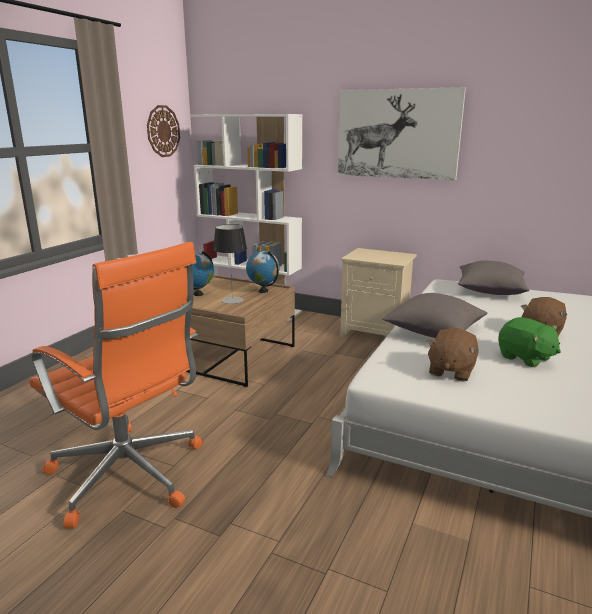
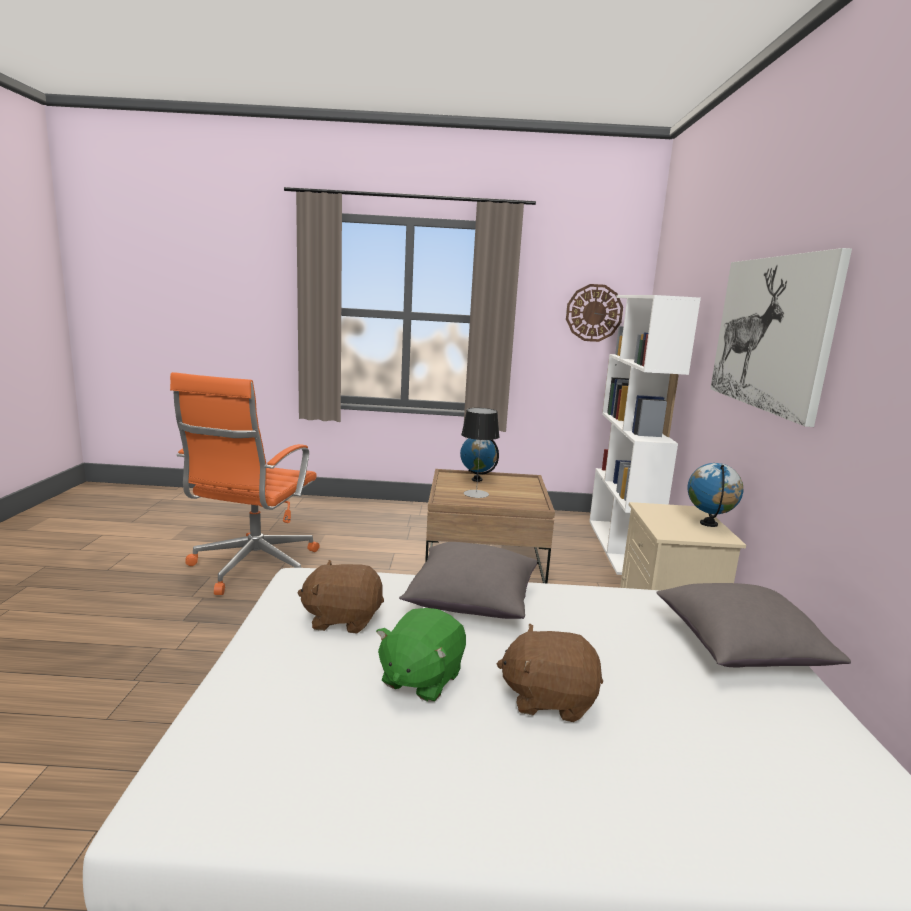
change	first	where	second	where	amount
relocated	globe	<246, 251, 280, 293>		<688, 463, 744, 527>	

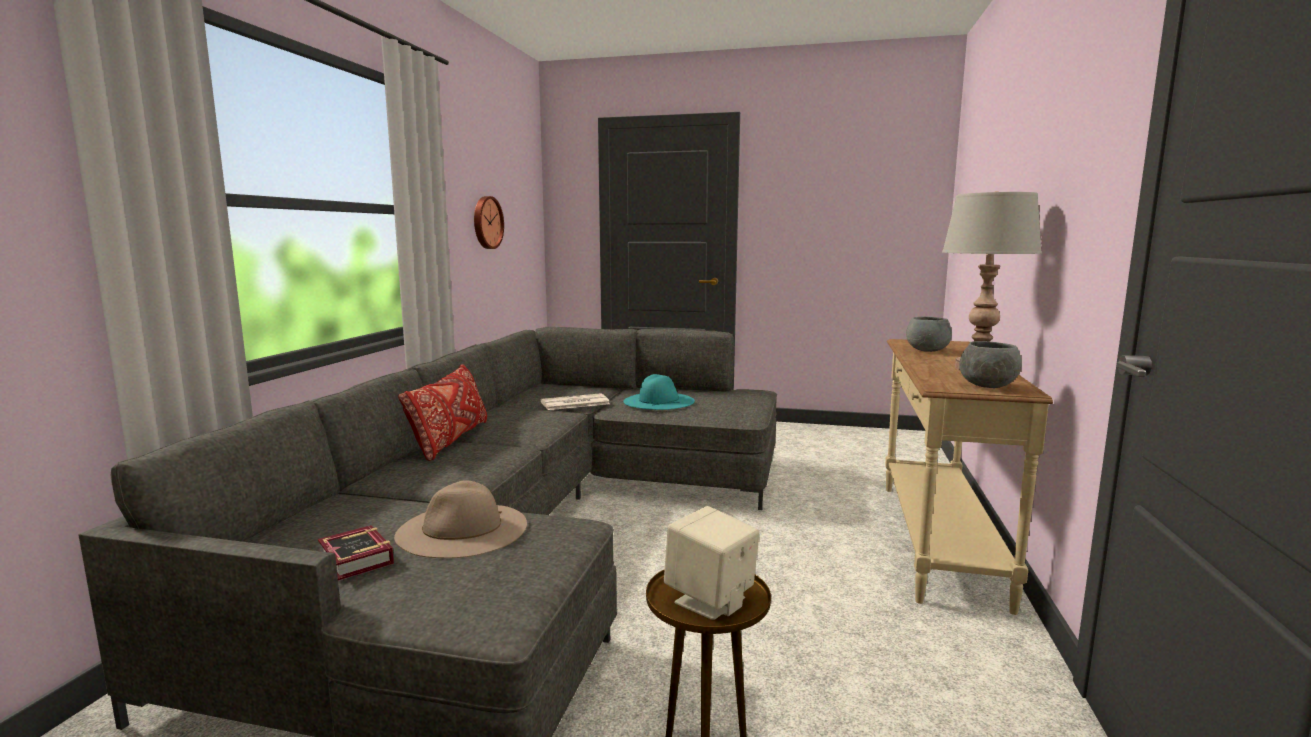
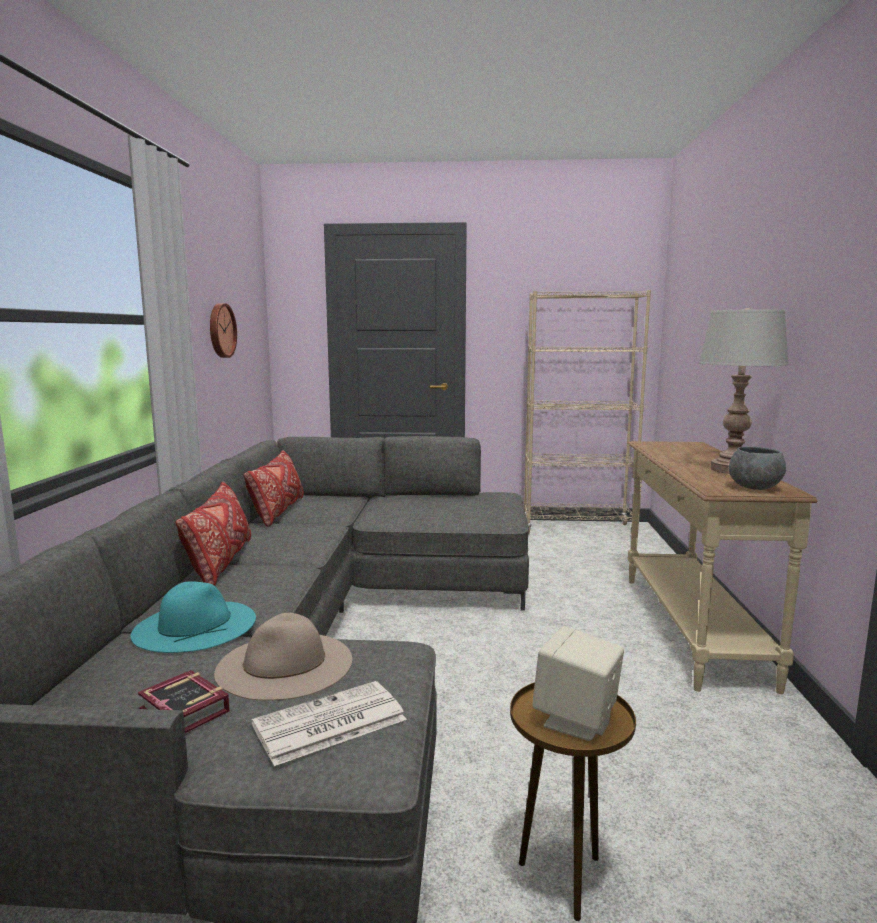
change	first	where	second	where	amount
relocated	newspaper	<541, 393, 610, 410>		<251, 681, 407, 766>	
relocated	turquoise hat	<623, 374, 695, 410>		<131, 581, 256, 653>	
missing	grey bowl	<906, 317, 952, 352>			
appeared			red pillow	<244, 450, 304, 527>	
appeared			beige bookcase	<524, 290, 651, 534>	

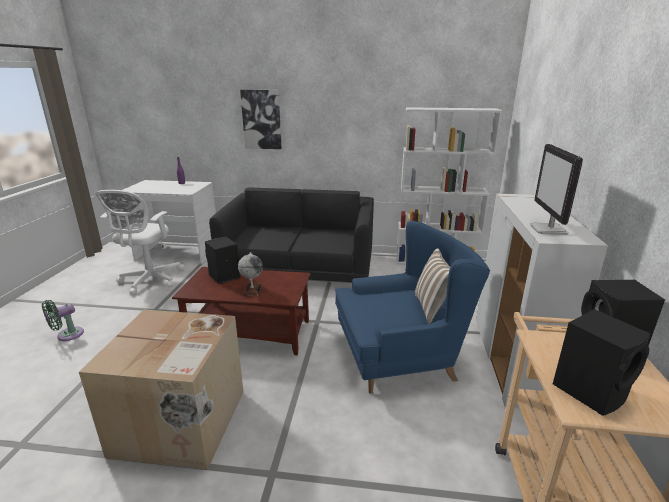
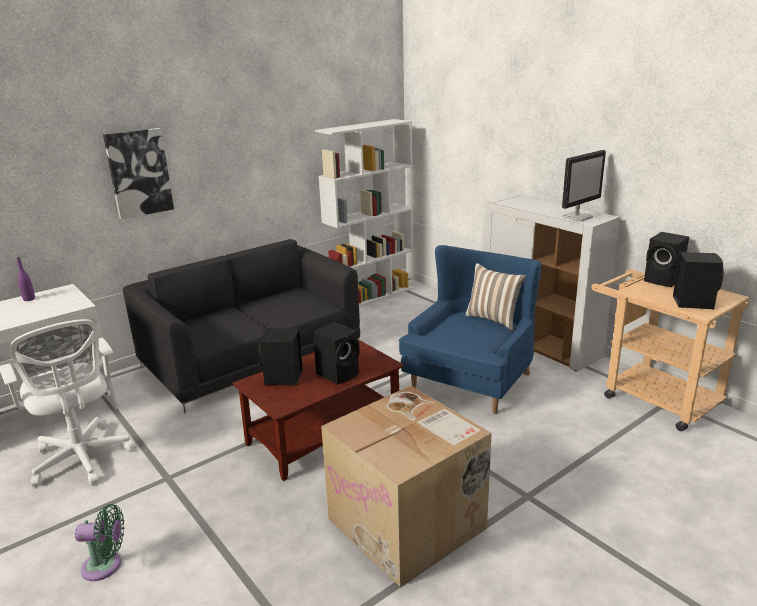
change	first	where	second	where	amount
spun	green fan	<42, 300, 84, 341>		<75, 504, 124, 581>	90 degrees counterclockwise
exchanged	globe	<238, 252, 263, 296>	black speaker	<313, 322, 360, 385>	
spun	monitor	<530, 144, 583, 235>		<562, 150, 606, 221>	90 degrees counterclockwise

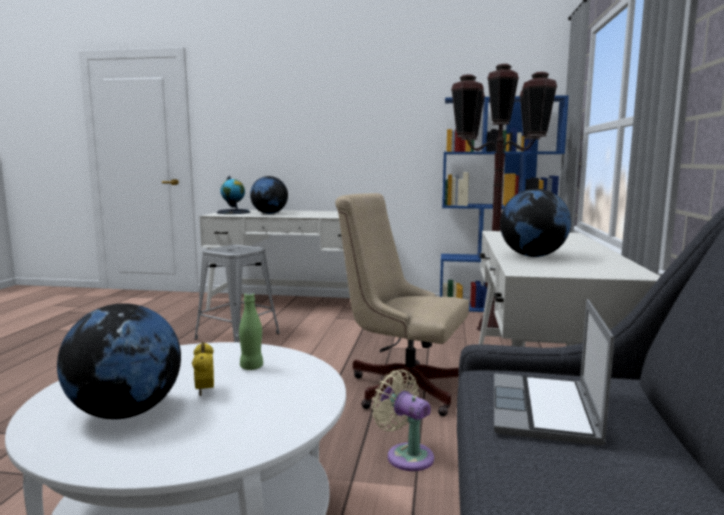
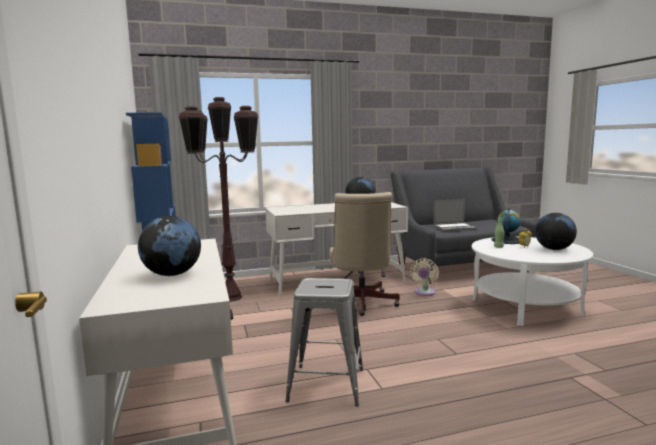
change	first	where	second	where	amount
relocated	globe	<217, 176, 251, 214>		<491, 208, 521, 244>	

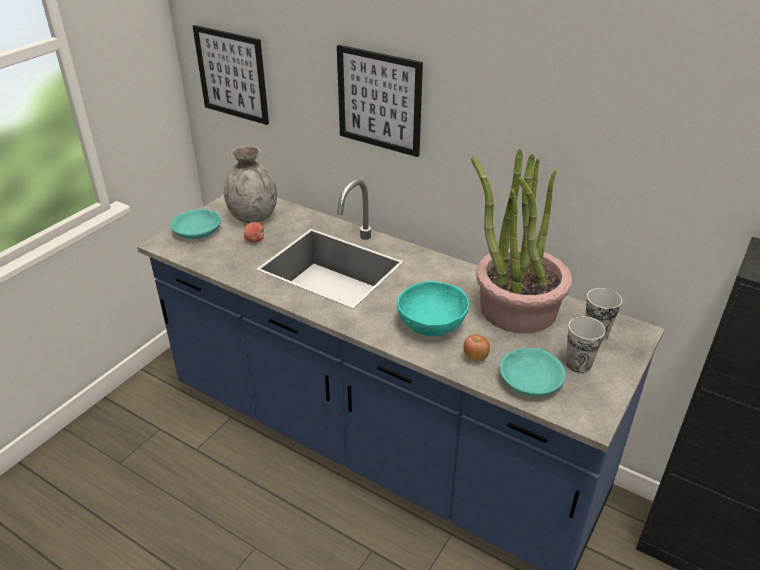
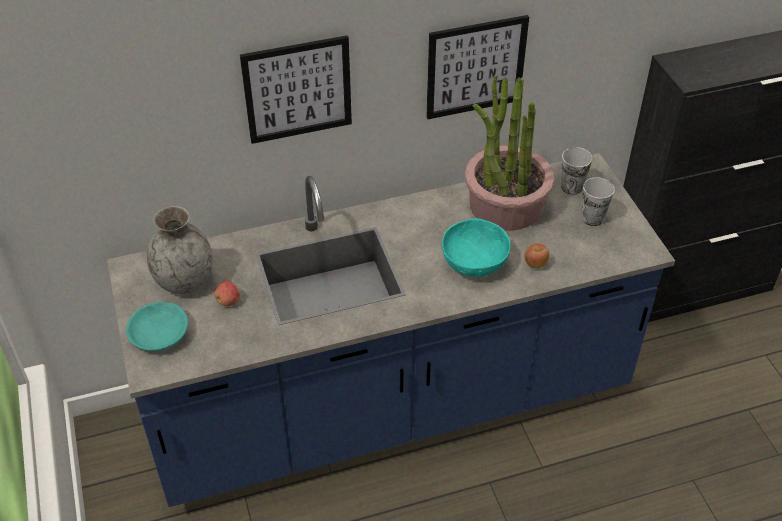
change	first	where	second	where	amount
relocated	picture	<193, 25, 269, 125>		<426, 15, 529, 119>	
missing	turquoise bowl	<500, 348, 566, 397>			

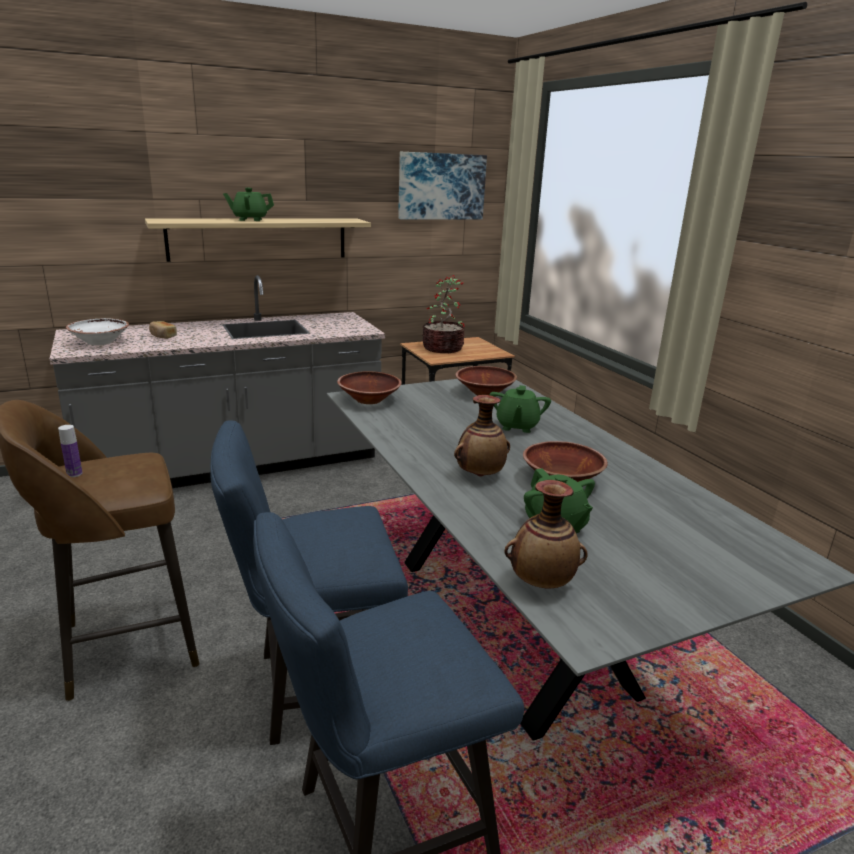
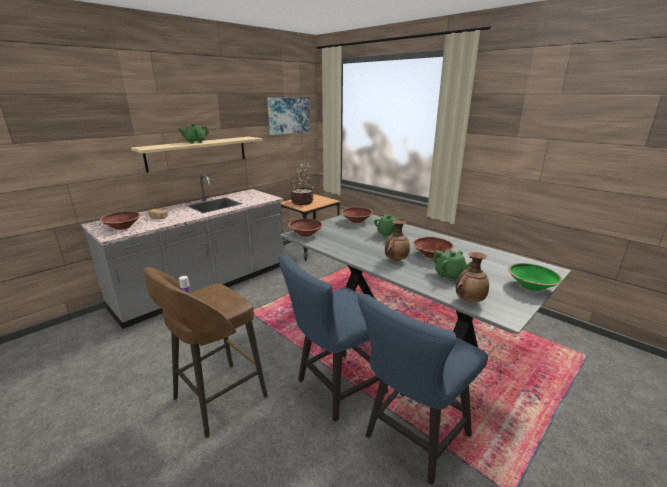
change	first	where	second	where	amount
colour	white bowl	<66, 318, 129, 345>	brown bowl	<100, 211, 141, 230>	
appeared			green bowl	<509, 263, 562, 291>	

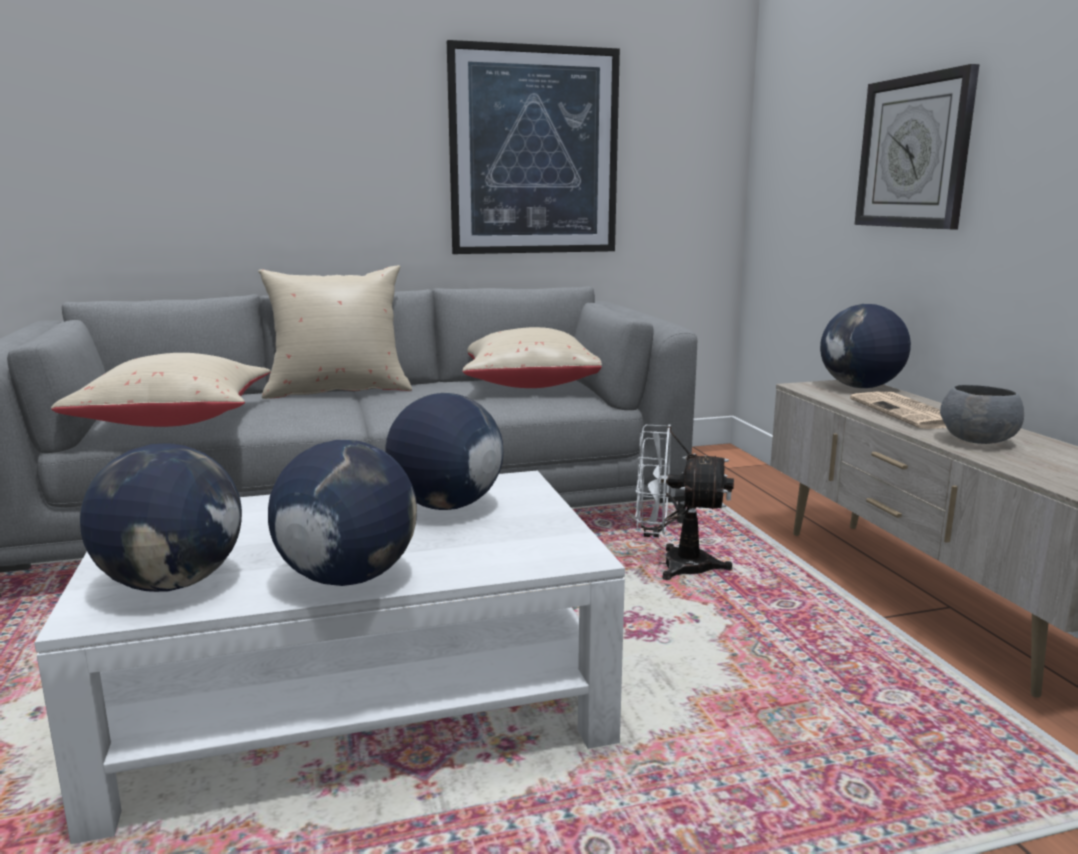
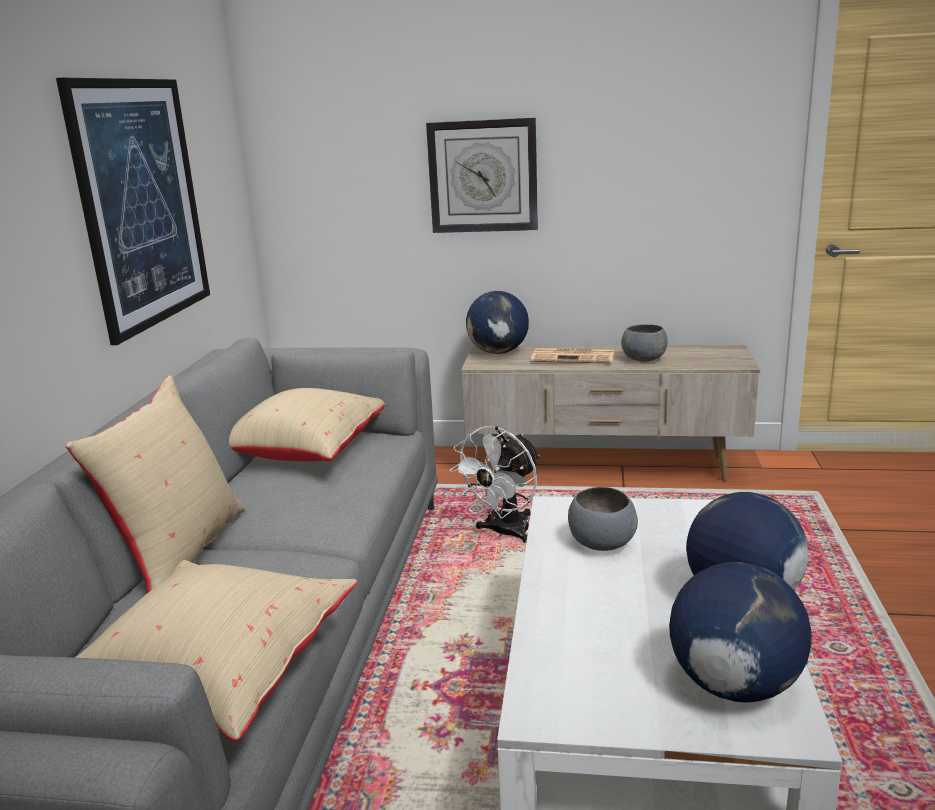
change	first	where	second	where	amount
exchanged	globe	<385, 393, 503, 510>	grey bowl	<568, 487, 638, 551>	

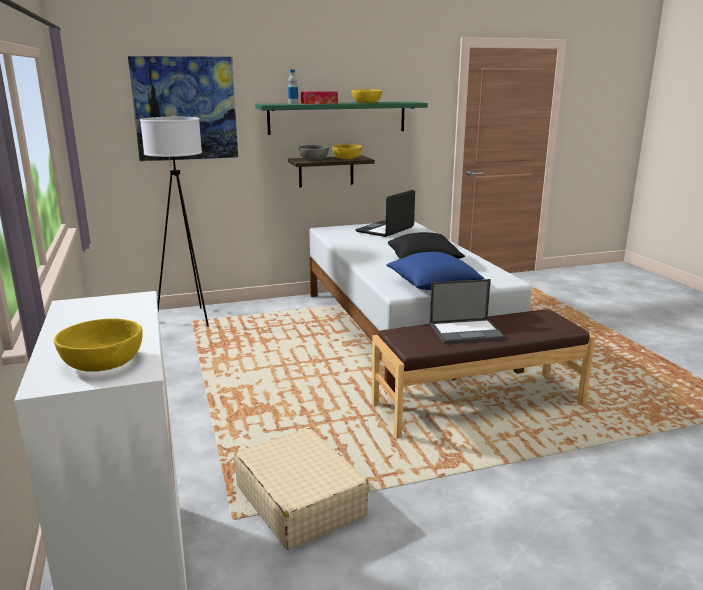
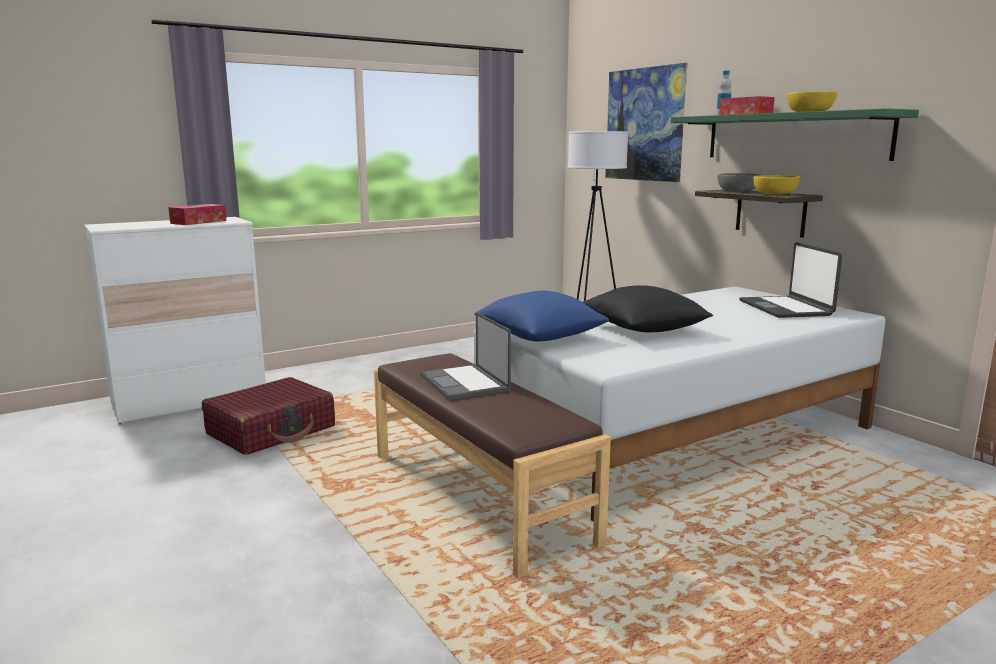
change	first	where	second	where	amount
missing	yellow bowl	<54, 318, 143, 372>			
colour	beige suitcase	<234, 428, 370, 550>	red suitcase	<202, 377, 335, 455>	
spun	laptop	<356, 190, 415, 237>		<739, 242, 842, 318>	120 degrees counterclockwise
appeared			tissue box	<168, 204, 227, 225>	

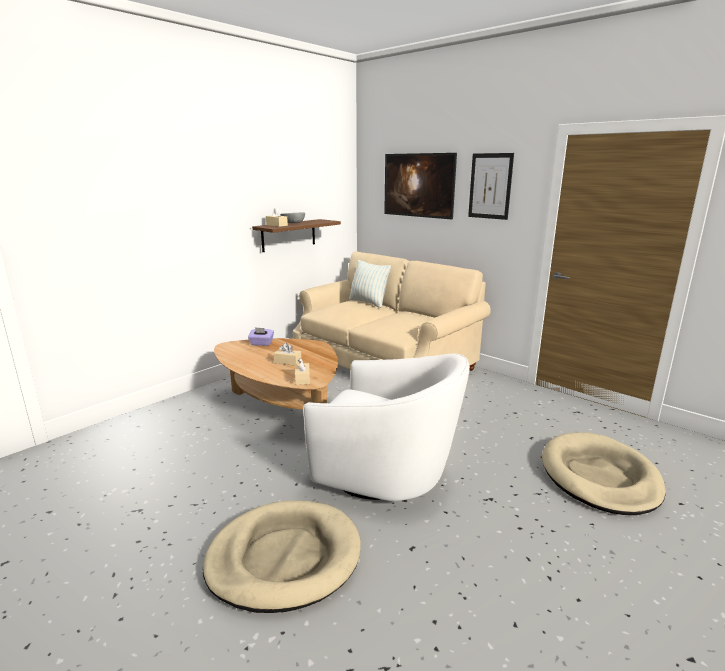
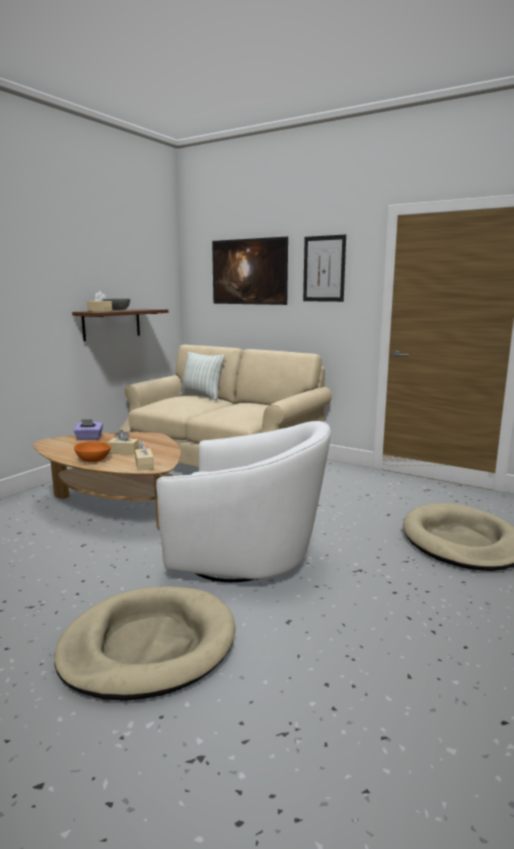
change	first	where	second	where	amount
appeared			orange bowl	<74, 442, 111, 462>	

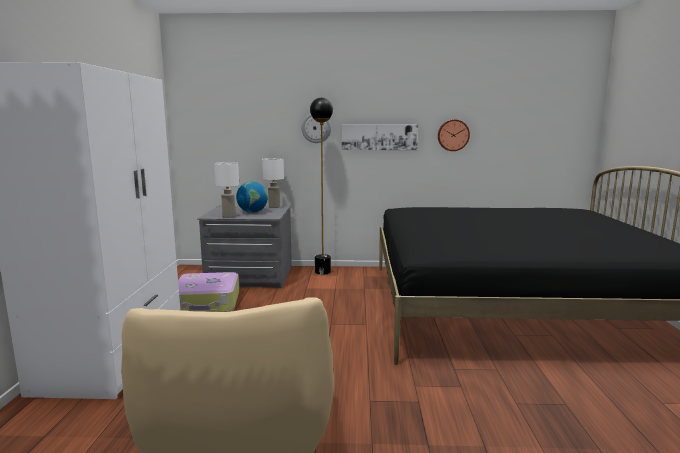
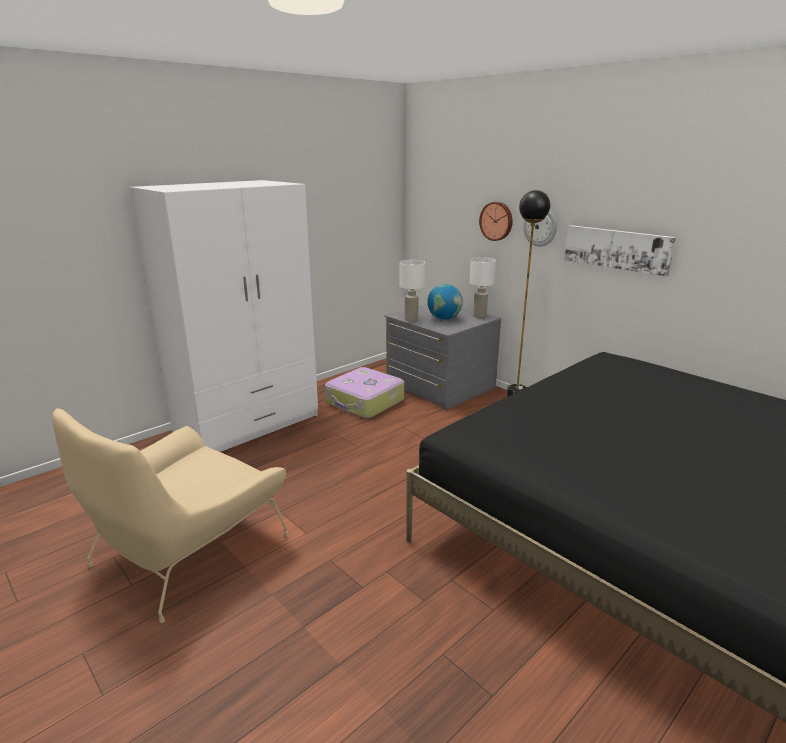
change	first	where	second	where	amount
relocated	wall clock	<438, 119, 470, 151>		<479, 202, 513, 241>	

